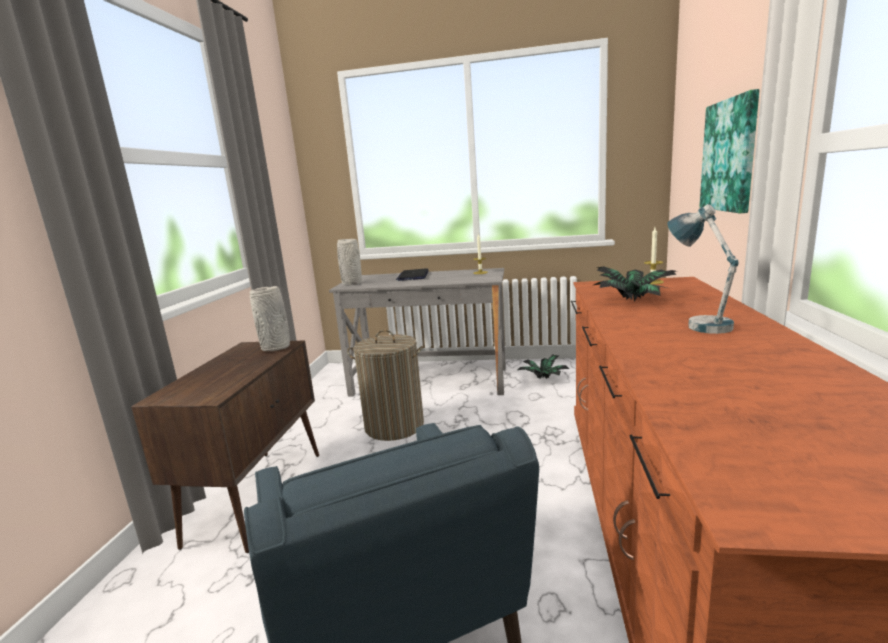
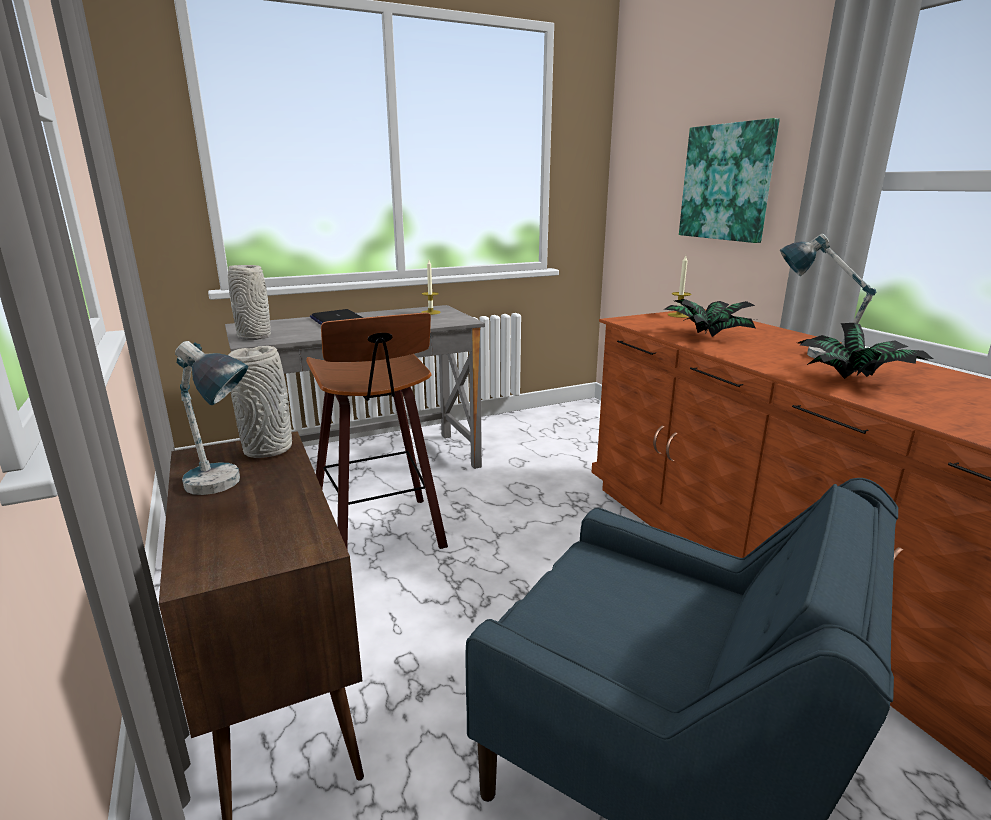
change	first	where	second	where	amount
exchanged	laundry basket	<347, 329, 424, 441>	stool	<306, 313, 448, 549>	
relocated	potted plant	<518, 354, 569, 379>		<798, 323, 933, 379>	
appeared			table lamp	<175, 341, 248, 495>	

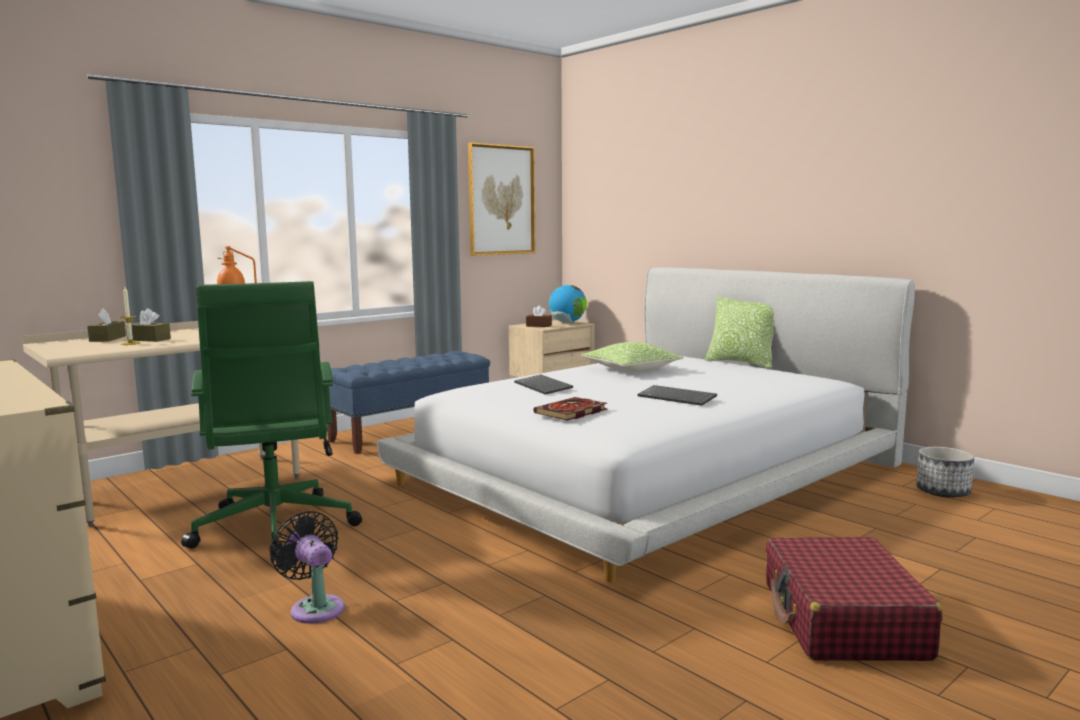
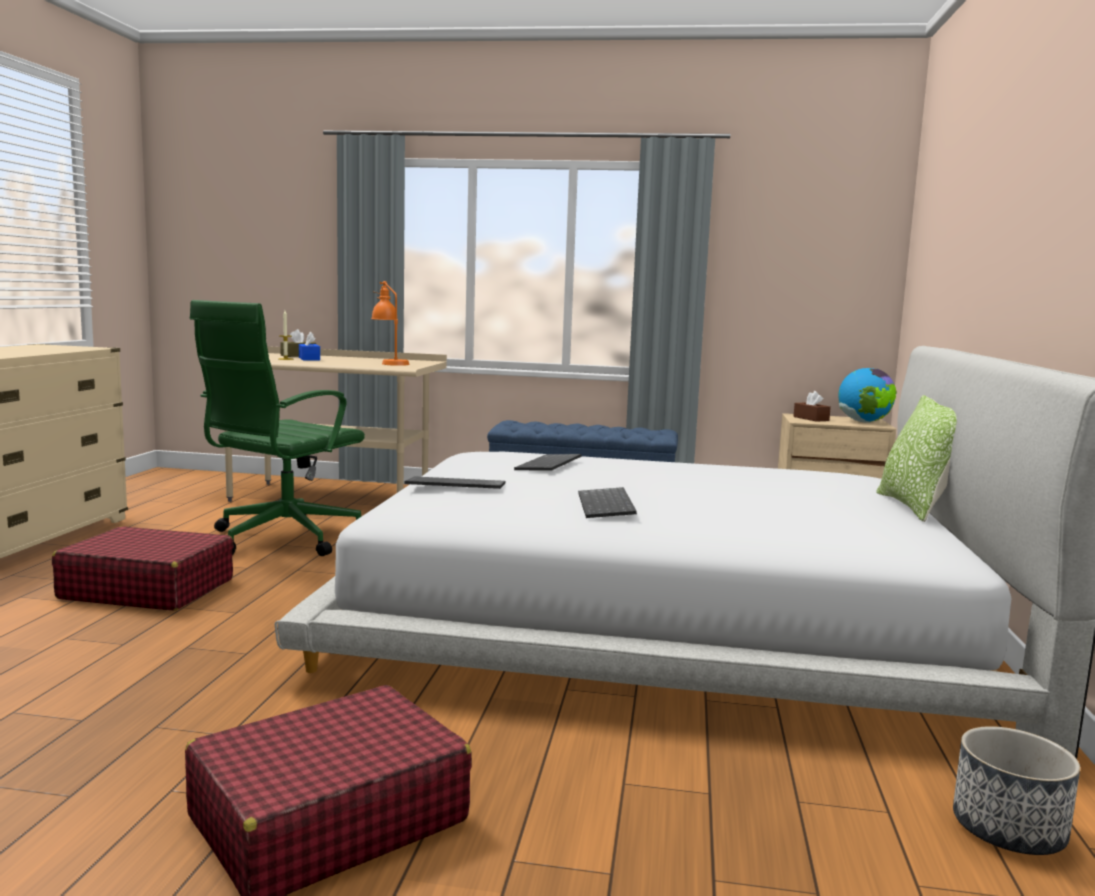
change	first	where	second	where	amount
colour	brown tissue box	<126, 308, 171, 342>	blue tissue box	<299, 331, 320, 361>	
exchanged	black fan	<270, 511, 345, 624>	red suitcase	<52, 526, 234, 611>	
missing	picture	<468, 142, 535, 256>			
exchanged	book	<533, 397, 607, 421>	keyboard	<405, 476, 505, 489>	
missing	pillow	<581, 342, 683, 372>			

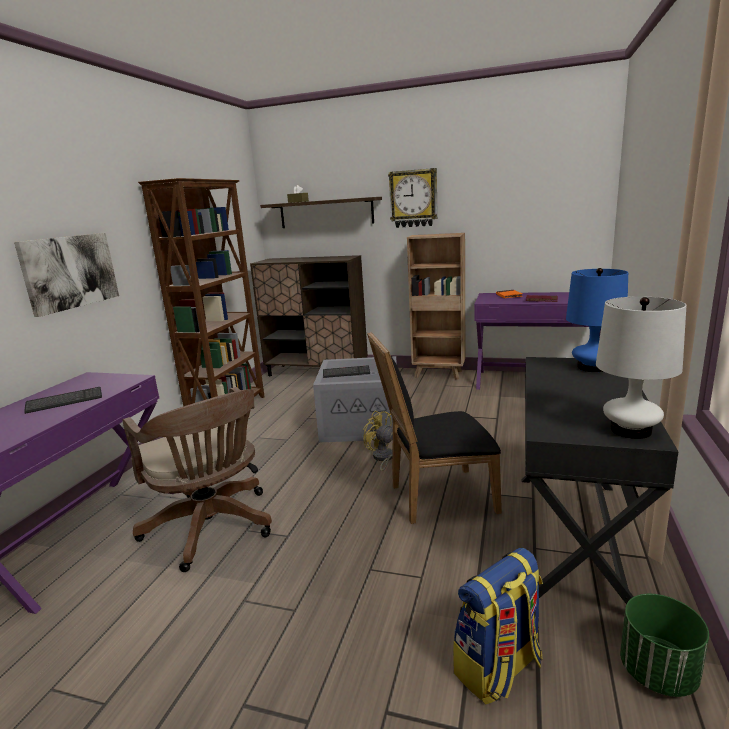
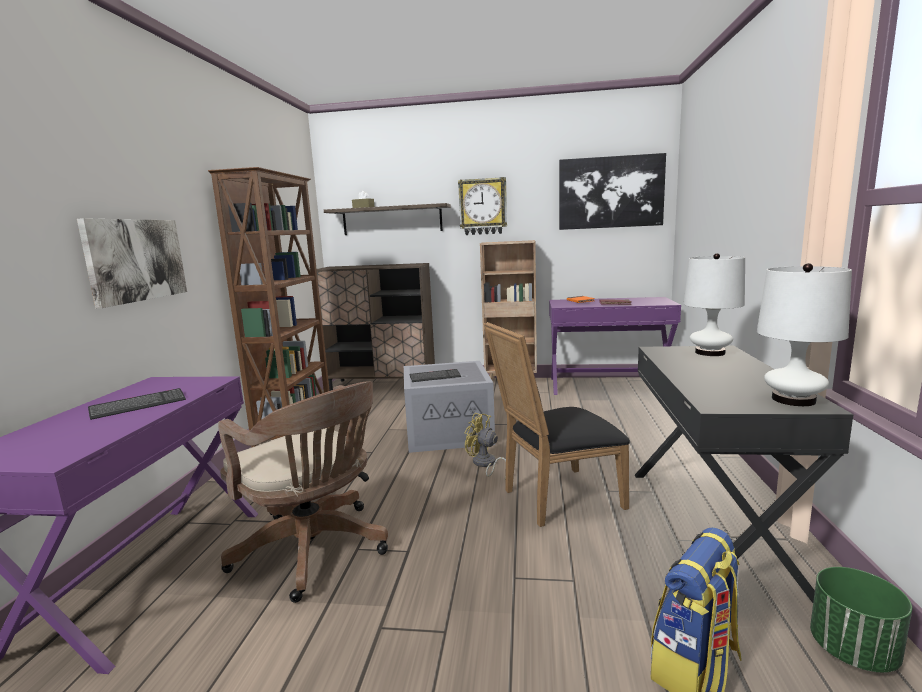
change	first	where	second	where	amount
colour	blue table lamp	<566, 268, 628, 372>	white table lamp	<684, 253, 745, 356>	
appeared			picture	<559, 153, 666, 230>	

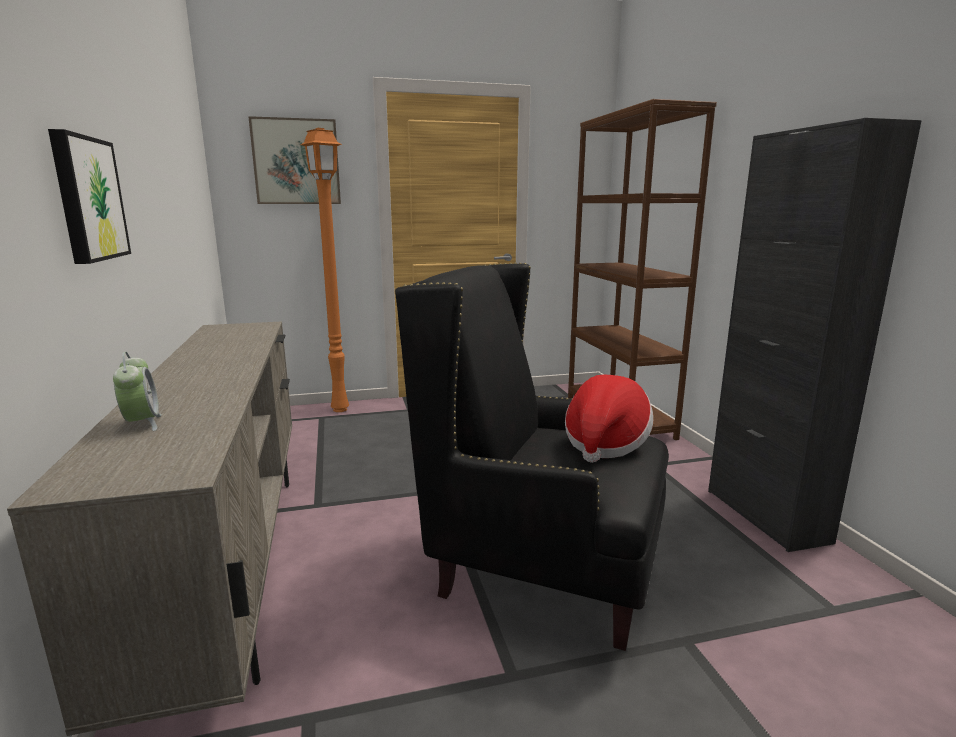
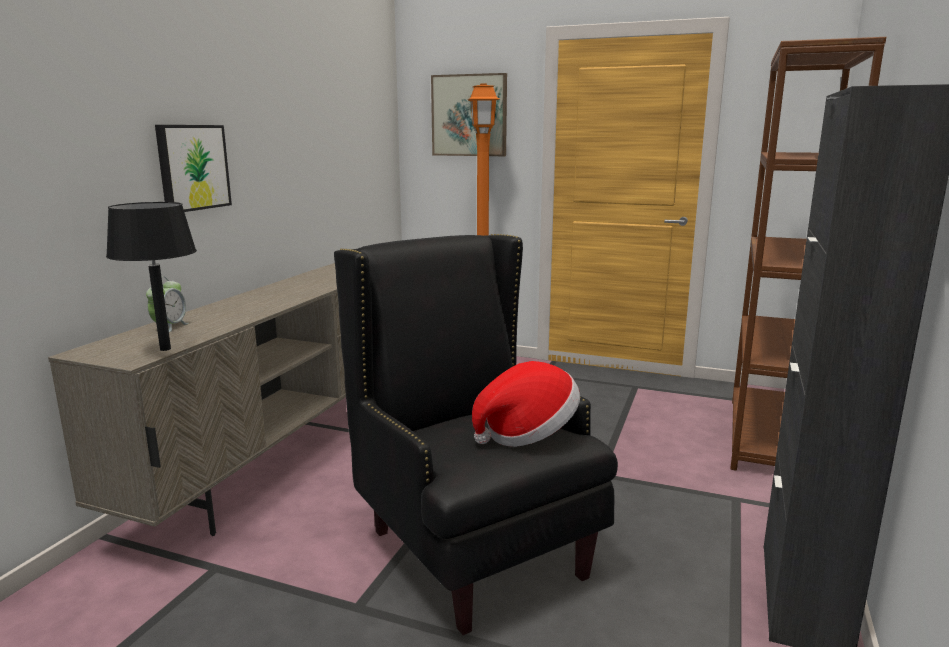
change	first	where	second	where	amount
appeared			black table lamp	<106, 202, 197, 351>	

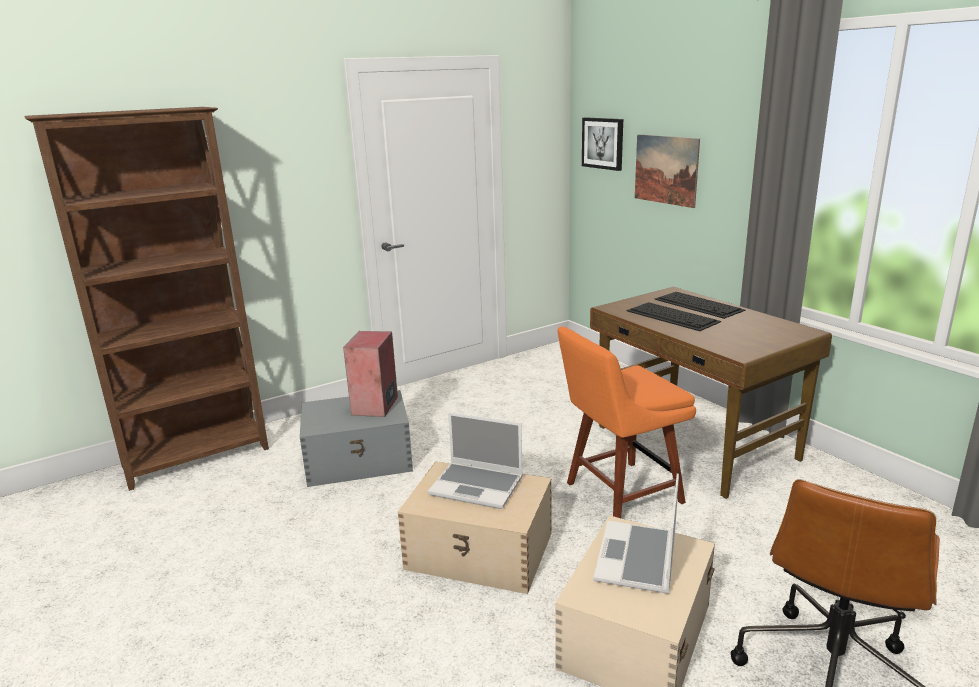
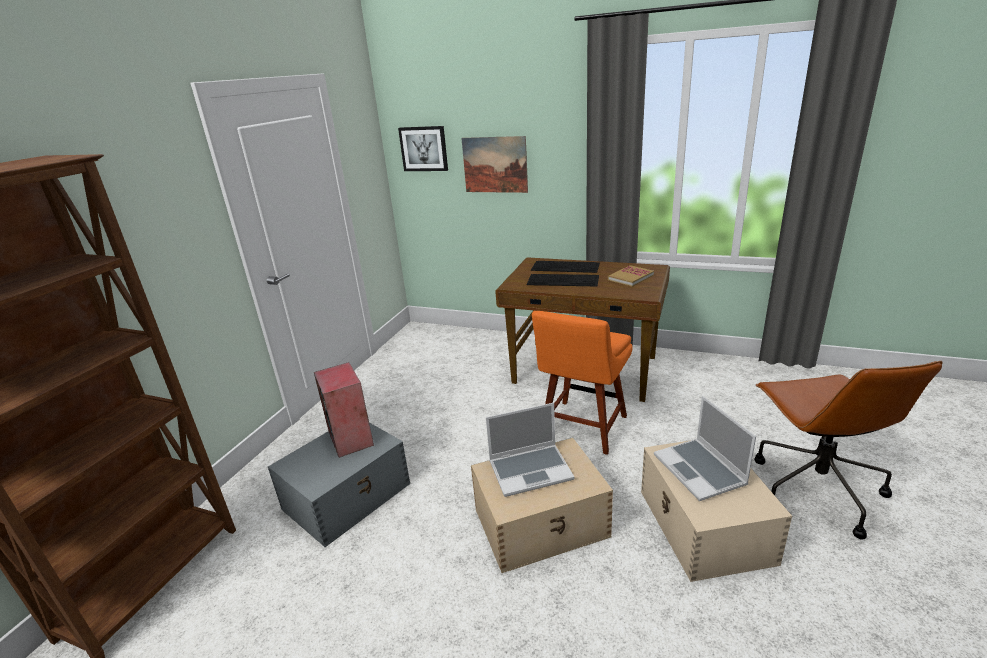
change	first	where	second	where	amount
appeared			book	<608, 265, 654, 287>	

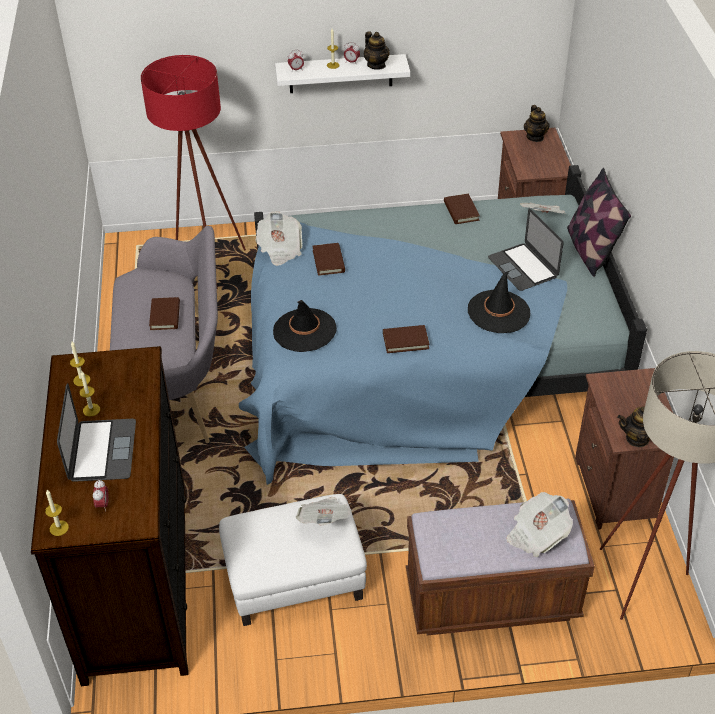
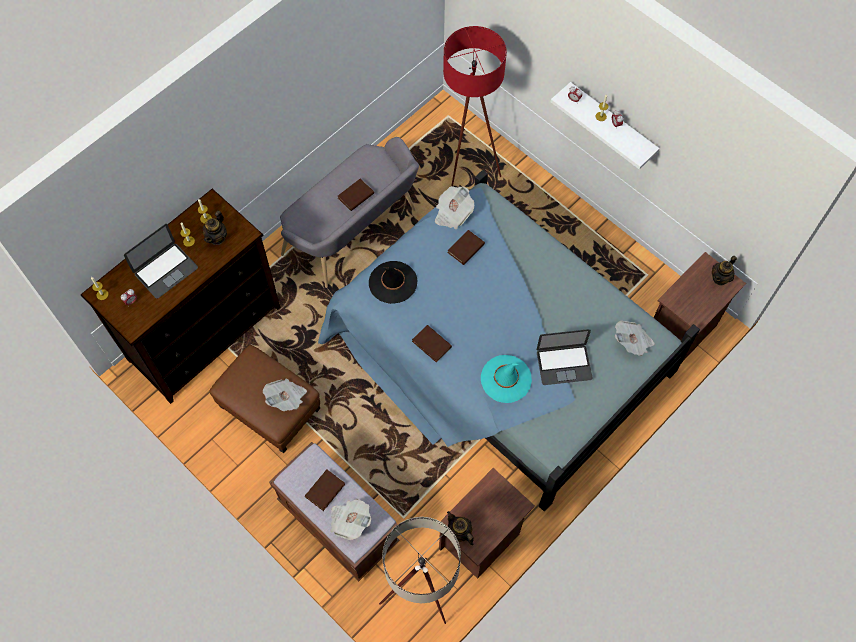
change	first	where	second	where	amount
colour	white ottoman	<219, 494, 367, 626>	brown ottoman	<209, 345, 320, 453>	
relocated	teapot	<364, 31, 389, 70>		<202, 211, 227, 245>	
relocated	brown book	<444, 194, 480, 224>		<305, 470, 345, 511>	
colour	black hat	<468, 270, 530, 333>	turquoise hat	<481, 355, 532, 403>	
spun	laptop	<488, 209, 563, 291>		<537, 329, 592, 385>	120 degrees counterclockwise
missing	pillow	<567, 168, 631, 277>			

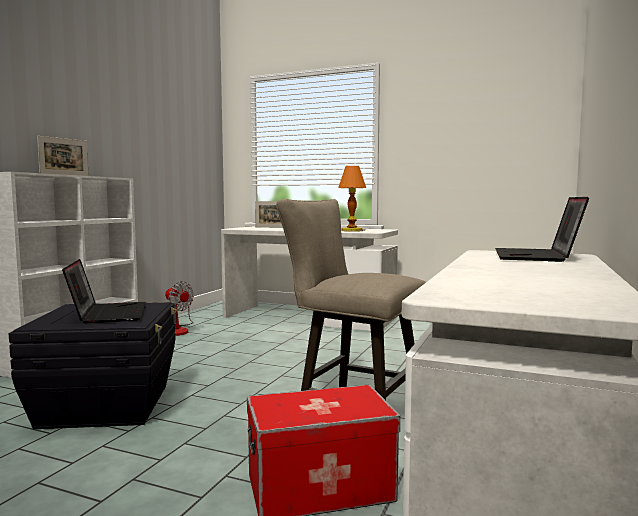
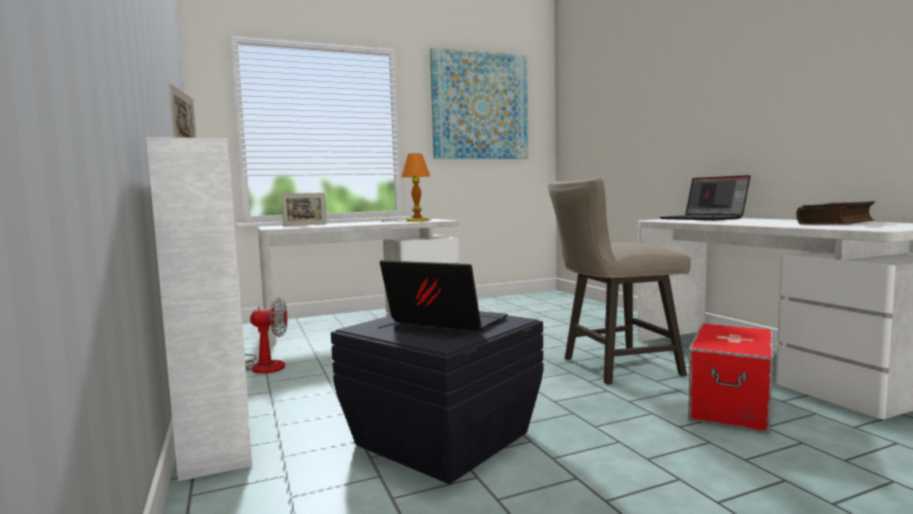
change	first	where	second	where	amount
appeared			picture	<430, 47, 528, 159>	
appeared			book	<796, 201, 875, 225>	

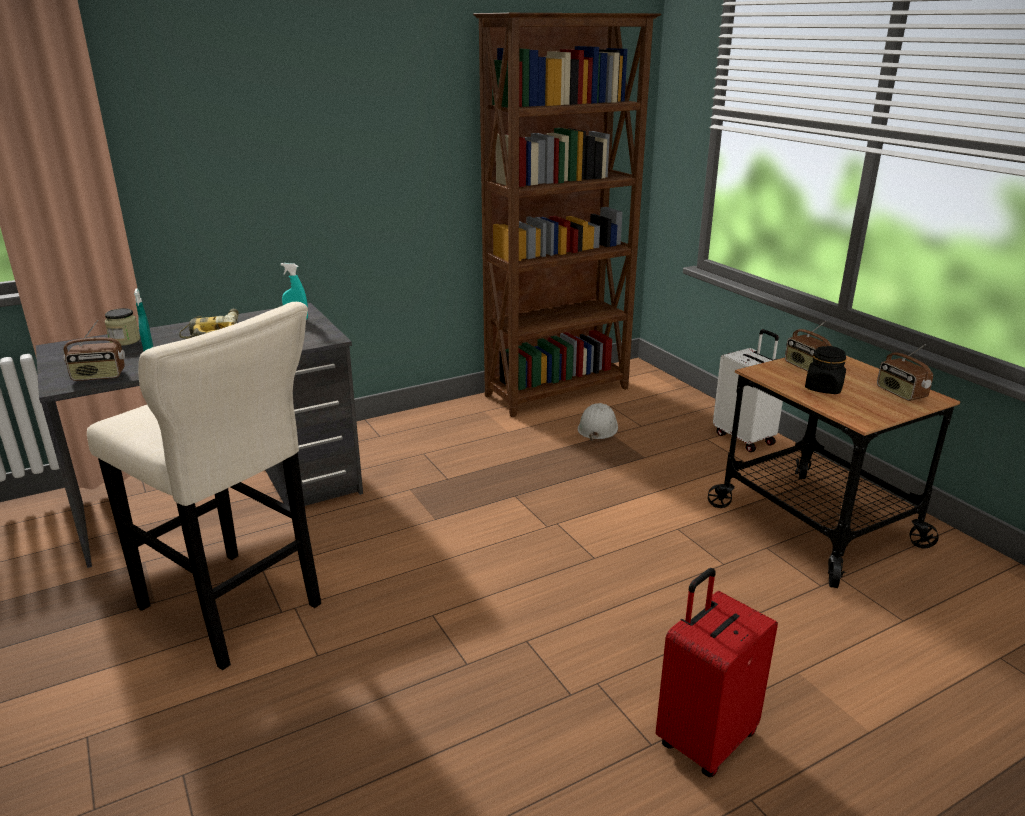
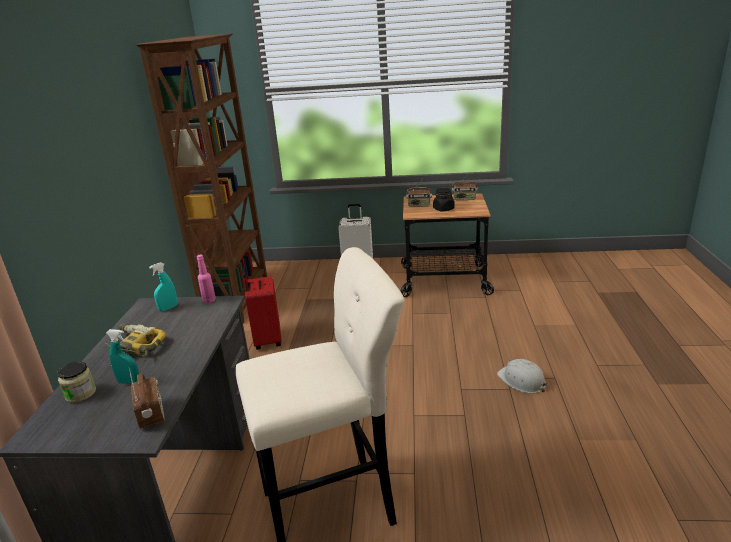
change	first	where	second	where	amount
spun	radio	<63, 320, 125, 381>		<128, 367, 165, 429>	45 degrees counterclockwise
relocated	white hard hat	<578, 403, 618, 441>		<497, 359, 548, 393>	
relocated	red suitcase	<656, 568, 778, 777>		<243, 268, 282, 350>	
appeared			pink bottle	<197, 255, 216, 303>	

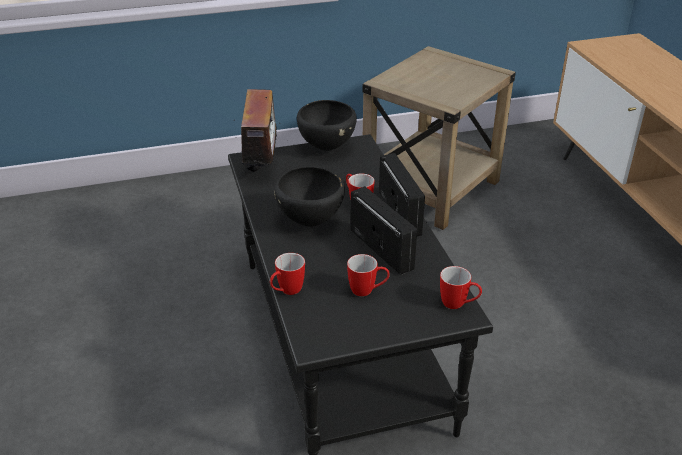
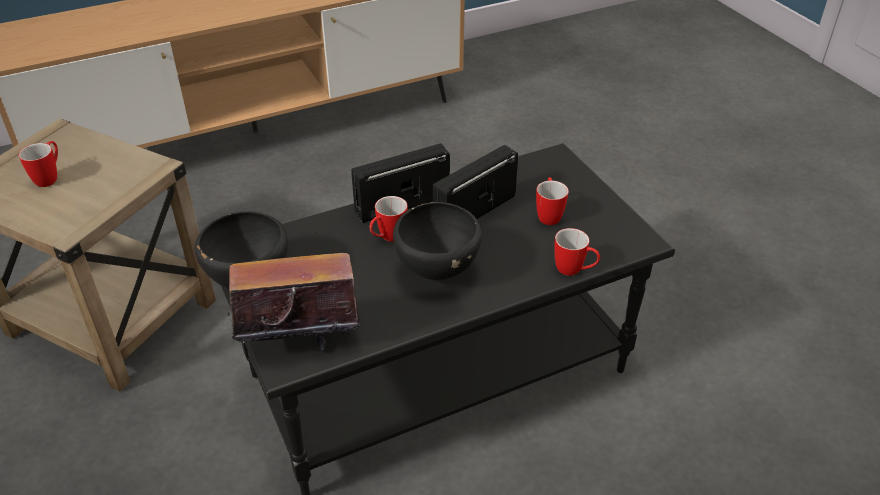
change	first	where	second	where	amount
relocated	mug	<440, 266, 482, 309>		<19, 141, 58, 187>	

